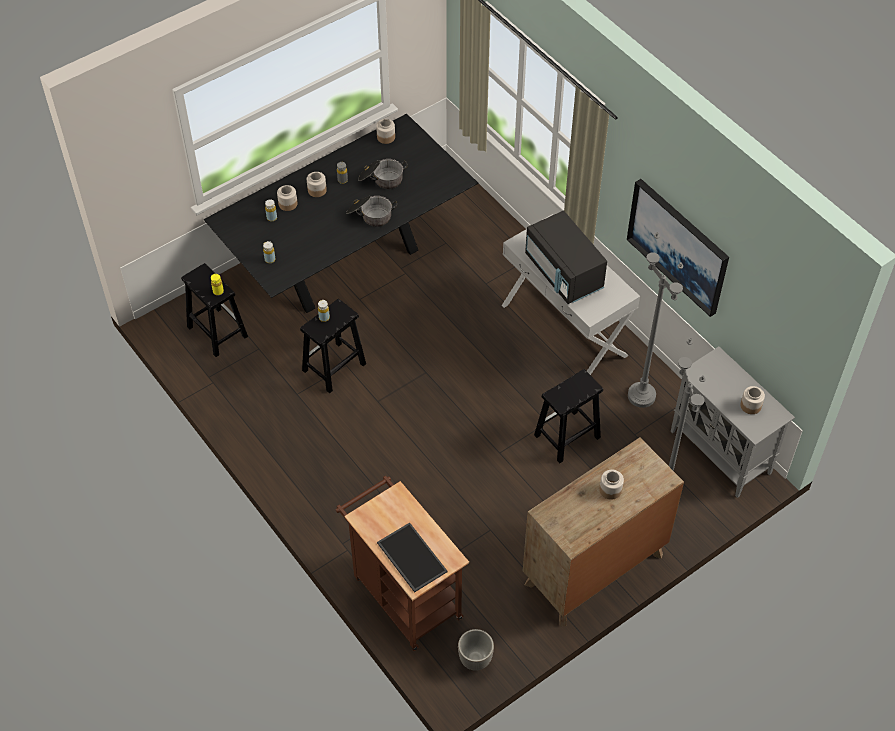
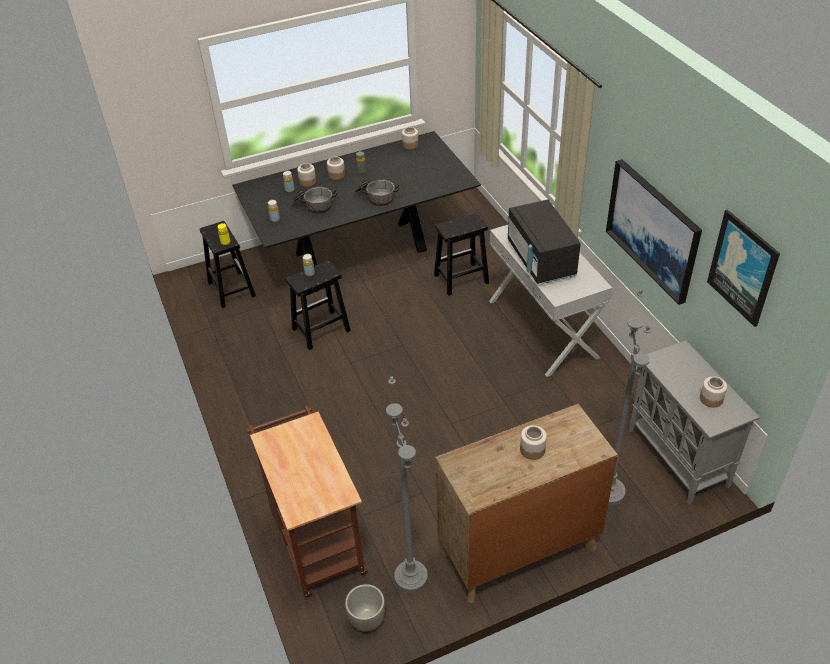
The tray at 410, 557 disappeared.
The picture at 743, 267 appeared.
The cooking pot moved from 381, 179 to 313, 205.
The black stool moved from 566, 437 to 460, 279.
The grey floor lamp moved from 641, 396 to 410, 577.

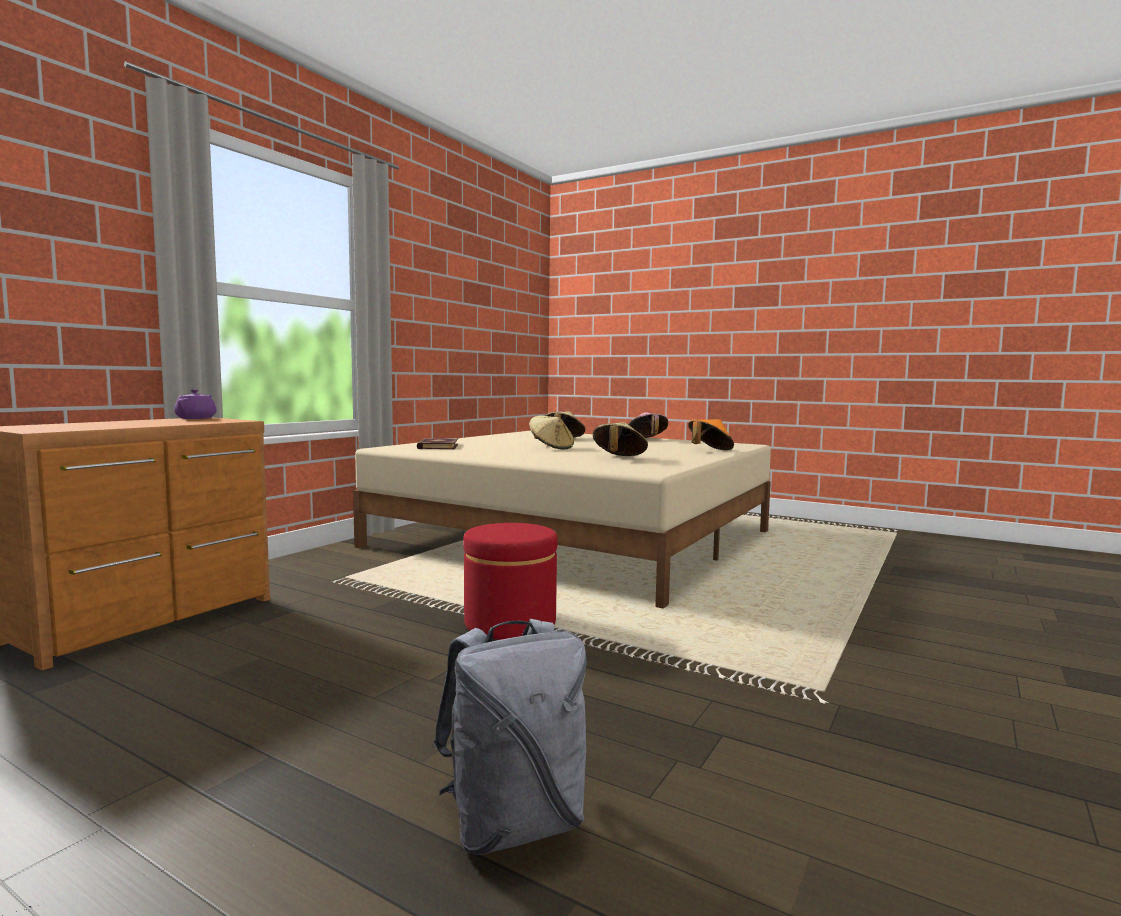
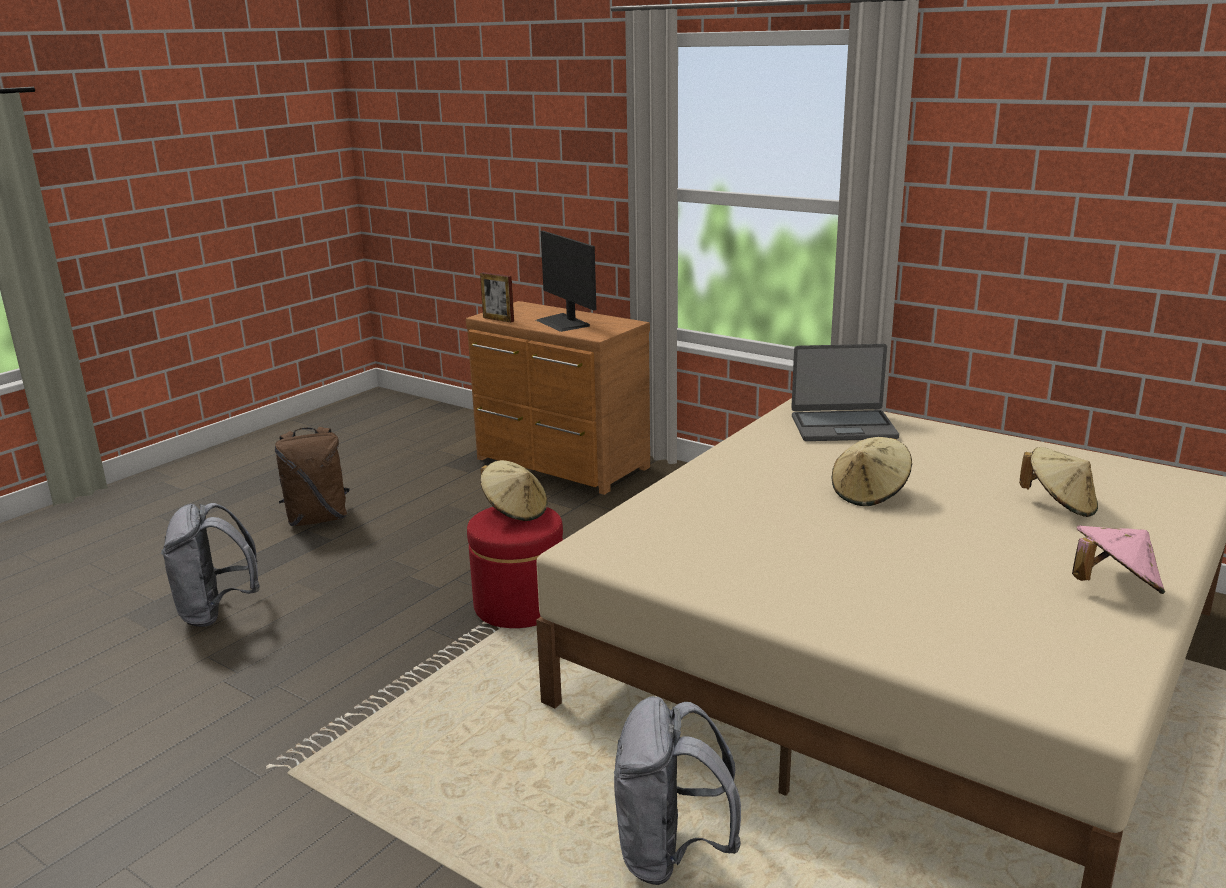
The purple teapot at 196, 418 disappeared.
The orange hat at 709, 451 disappeared.
The brown backpack at 318, 519 appeared.
The picture frame at 498, 319 appeared.
The monitor at 563, 323 appeared.
The grey backpack at 671, 854 appeared.
The beige hat moved from 619, 458 to 515, 511.
The book at 437, 446 was replaced by the laptop at 843, 427.

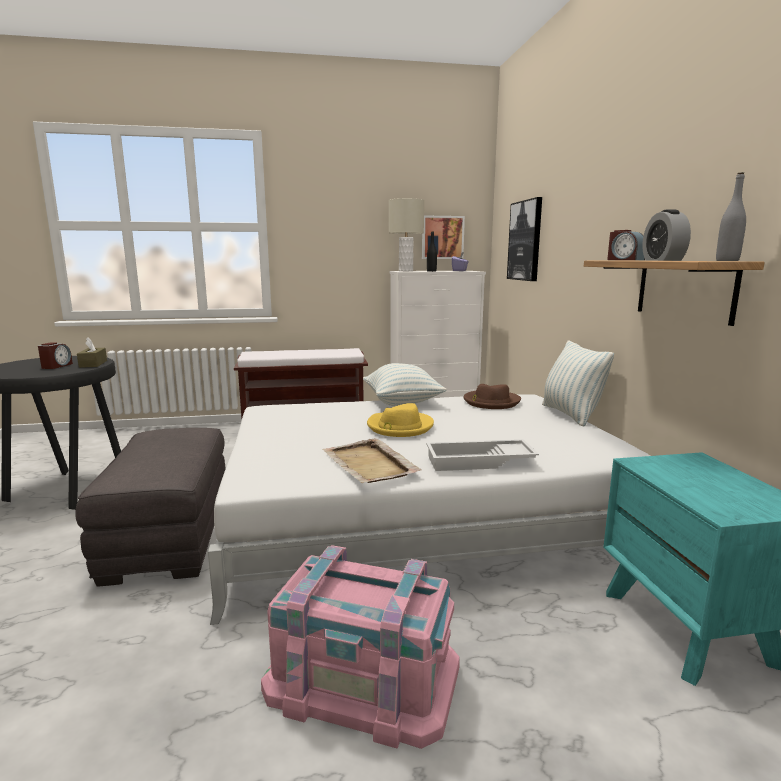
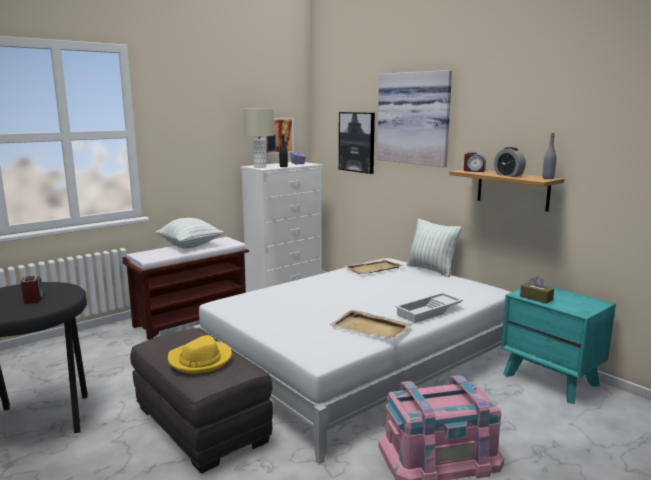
The picture at 415, 118 appeared.
The brown tissue box moved from 93, 364 to 536, 298.
The pillow moved from 402, 403 to 190, 246.
The yellow hat moved from 399, 427 to 200, 360.
The brown hat at 491, 402 was replaced by the beige tray at 372, 269.

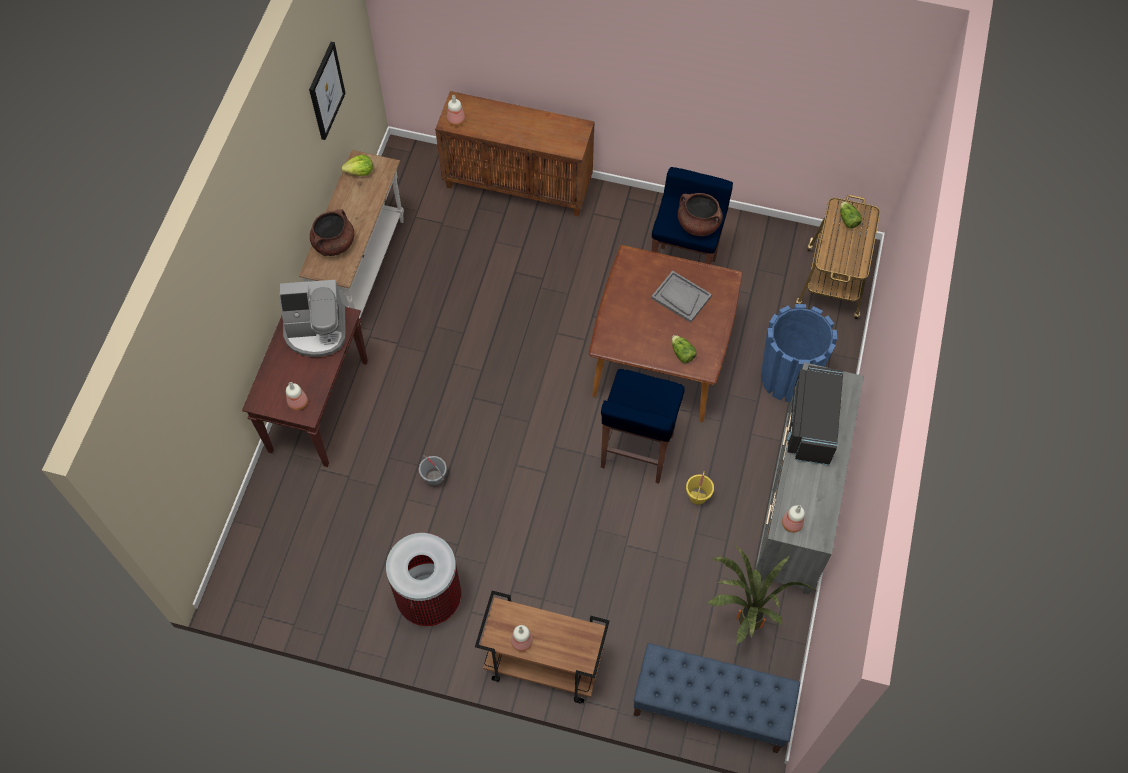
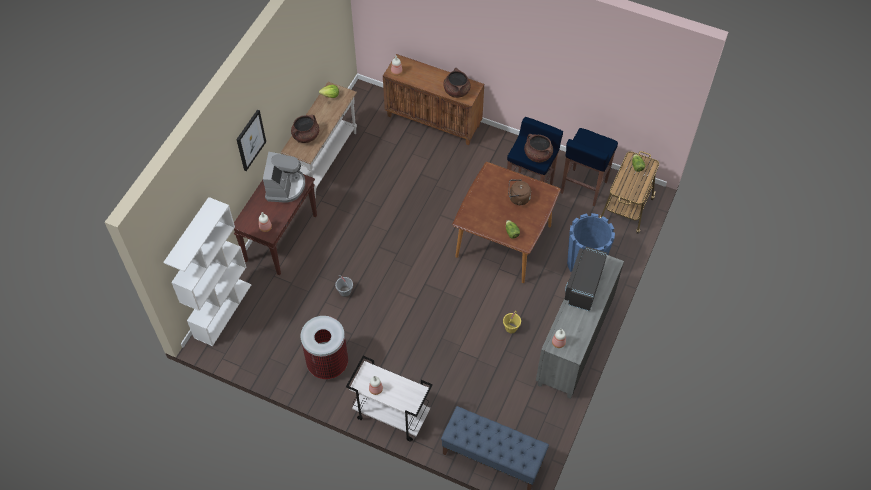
The potted plant at 740, 624 disappeared.
The white bookcase at 222, 310 appeared.
The brown cooking pot at 456, 91 appeared.
The picture moved from 326, 91 to 250, 140.
The blue stool moved from 636, 452 to 583, 188.
The grey tray at 681, 297 was replaced by the brown kettle at 518, 198.
The brown cart at 542, 666 became the white cart at 391, 415.
The coffee machine at 316, 331 turned 90 degrees counterclockwise.

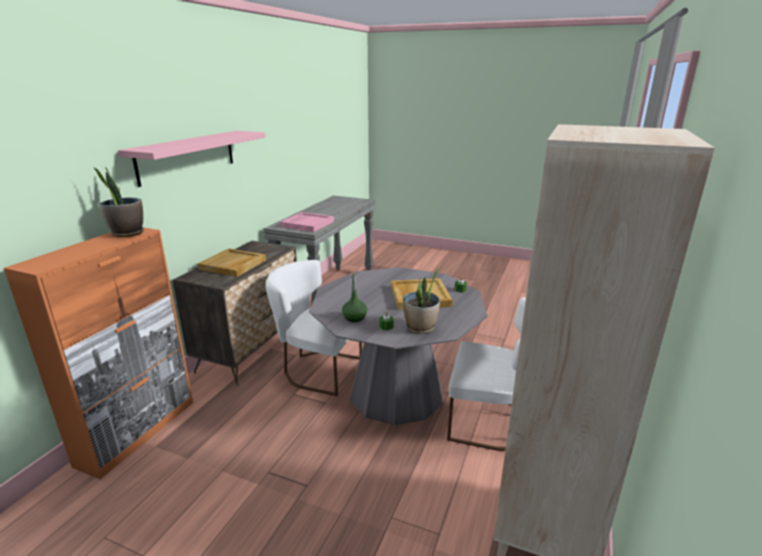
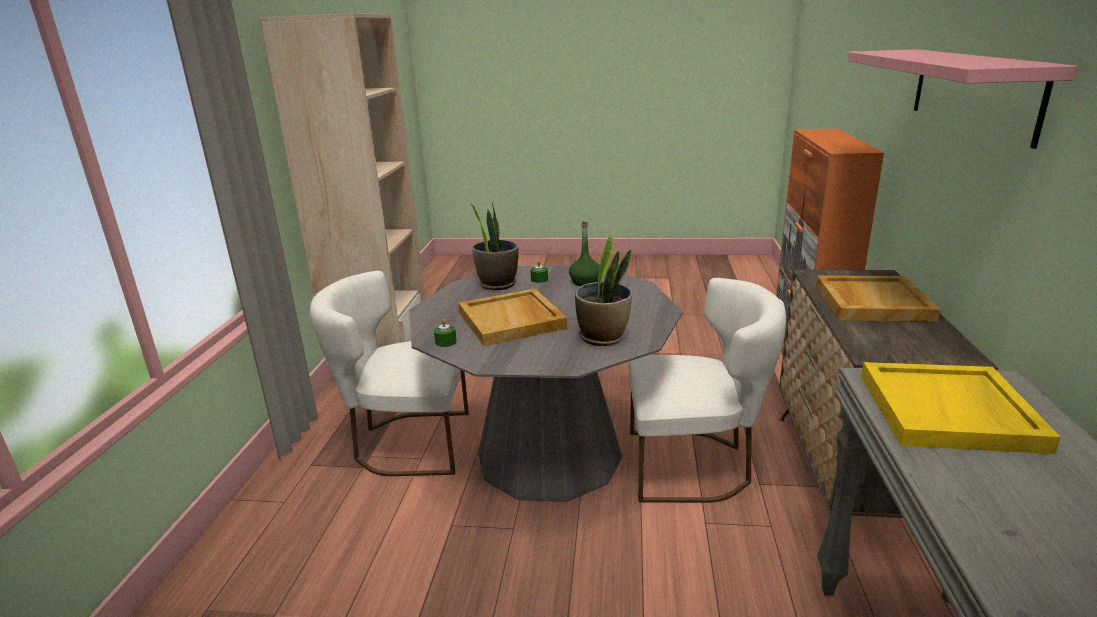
The potted plant moved from 127, 233 to 603, 337.
The pink tray at 307, 224 became the yellow tray at 950, 412.

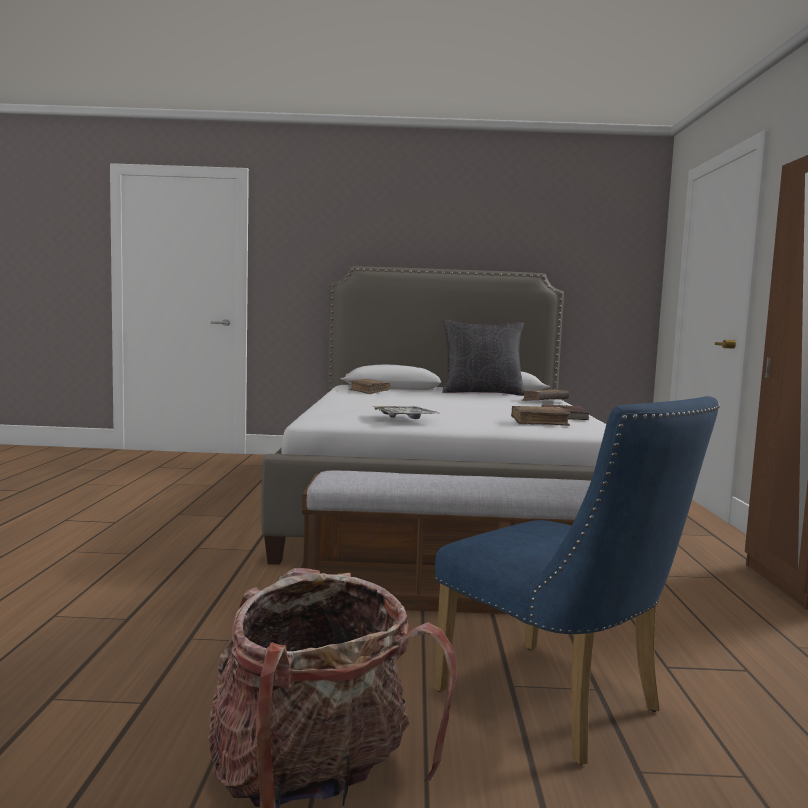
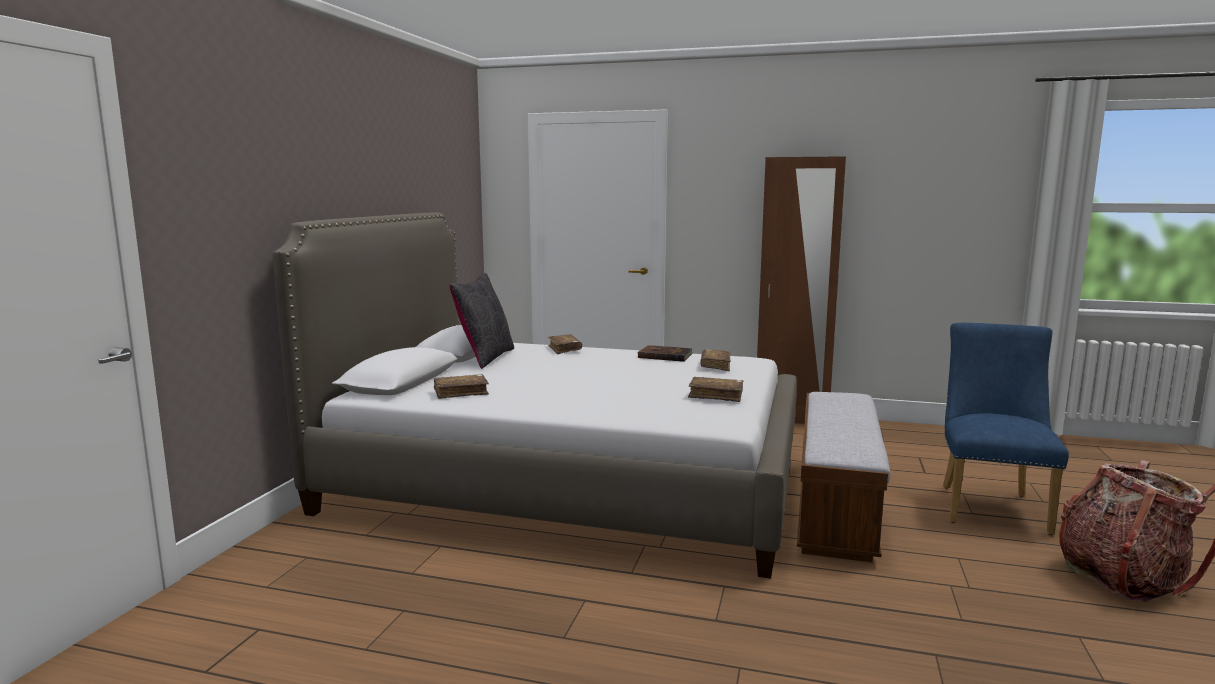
The tray at 404, 418 was replaced by the brown book at 716, 395.
The blue chair at 561, 707 turned 45 degrees counterclockwise.

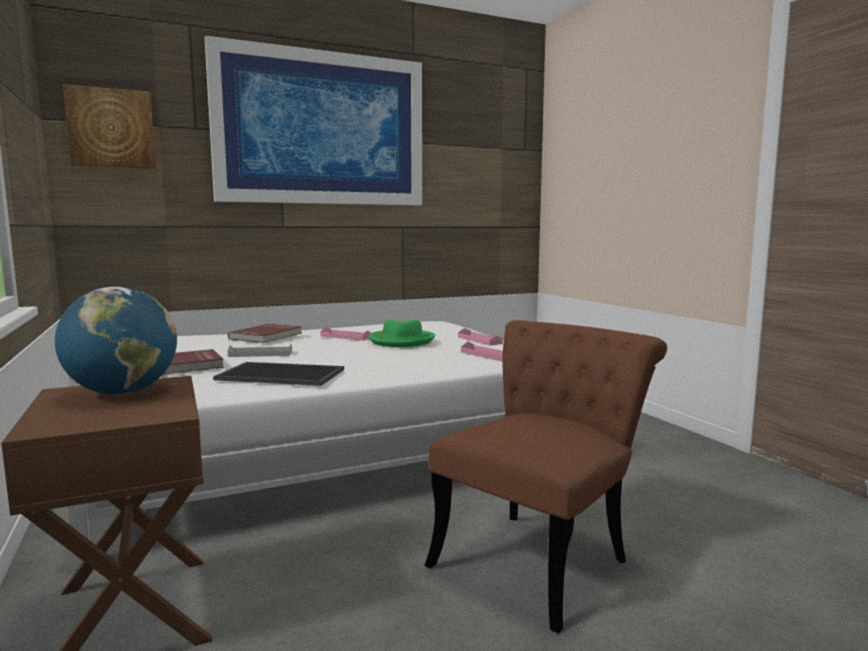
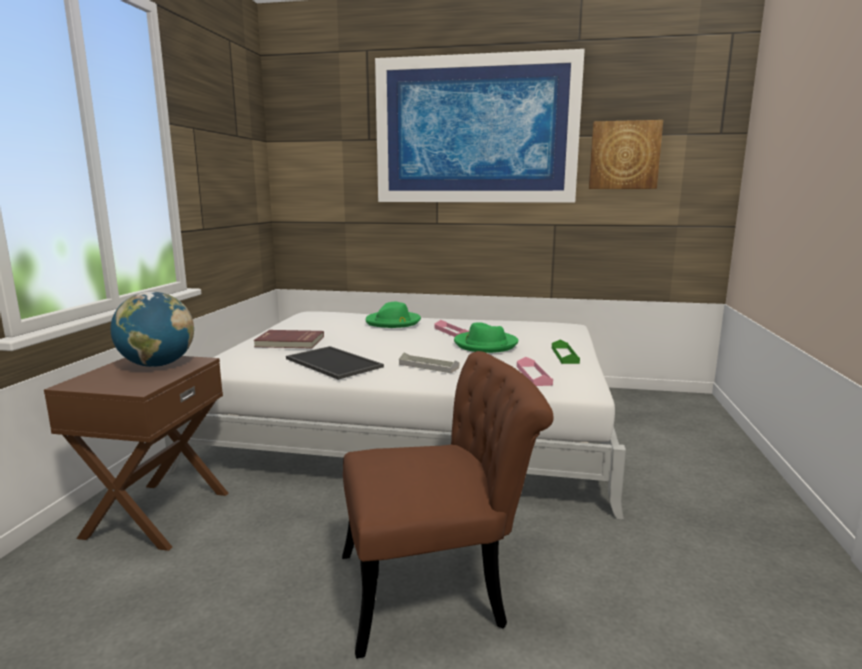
The picture moved from 111, 128 to 624, 155.
The grey tray moved from 260, 354 to 428, 366.
The red book at 267, 336 was replaced by the green hat at 393, 322.
The pink tray at 479, 340 became the green tray at 564, 355.

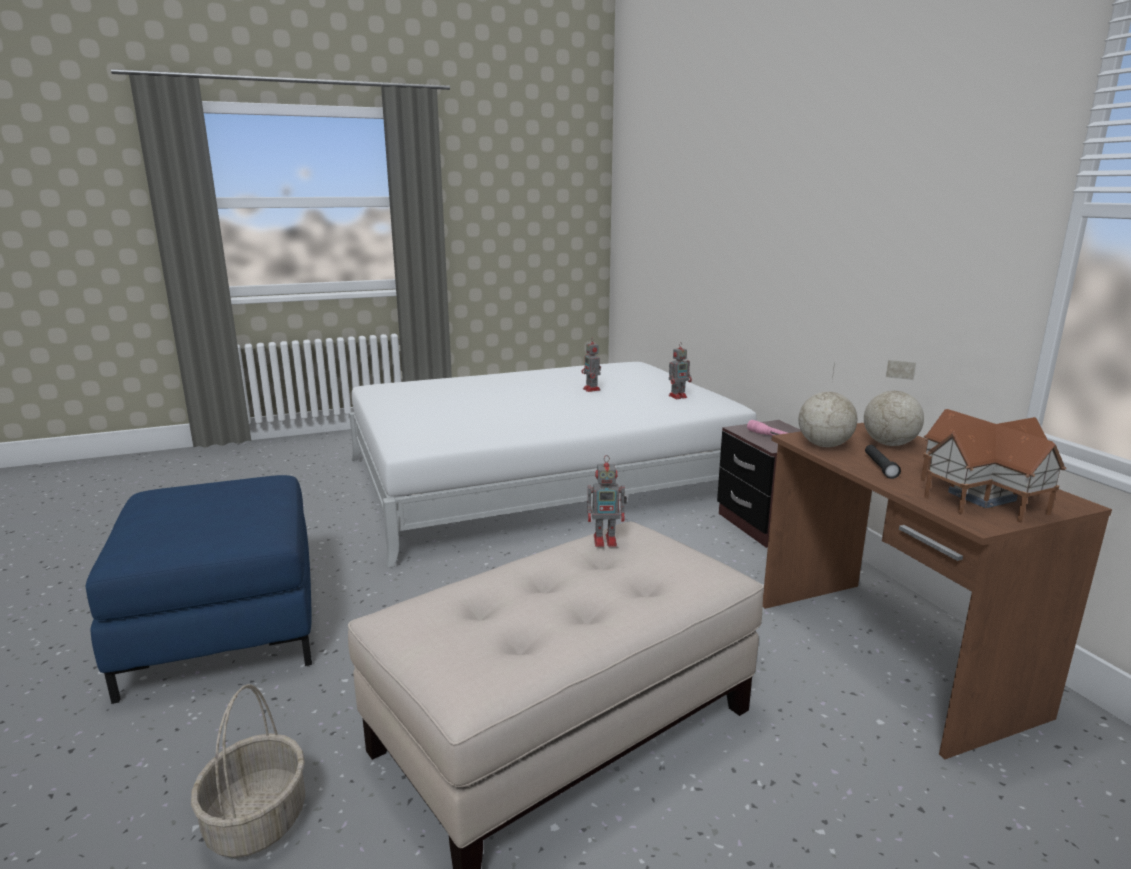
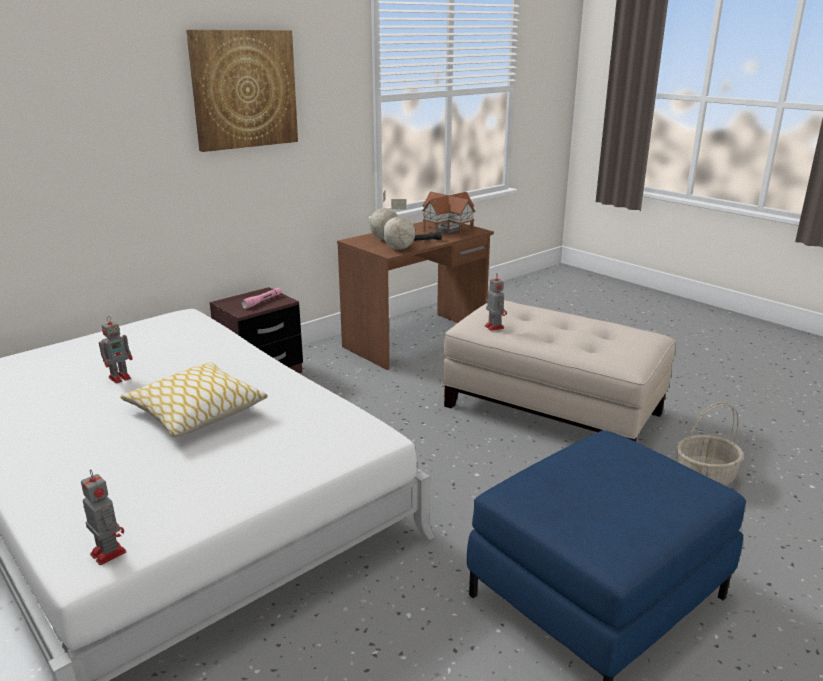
The pillow at 196, 412 appeared.
The picture at 244, 89 appeared.
The toy robot moved from 678, 396 to 107, 552.

